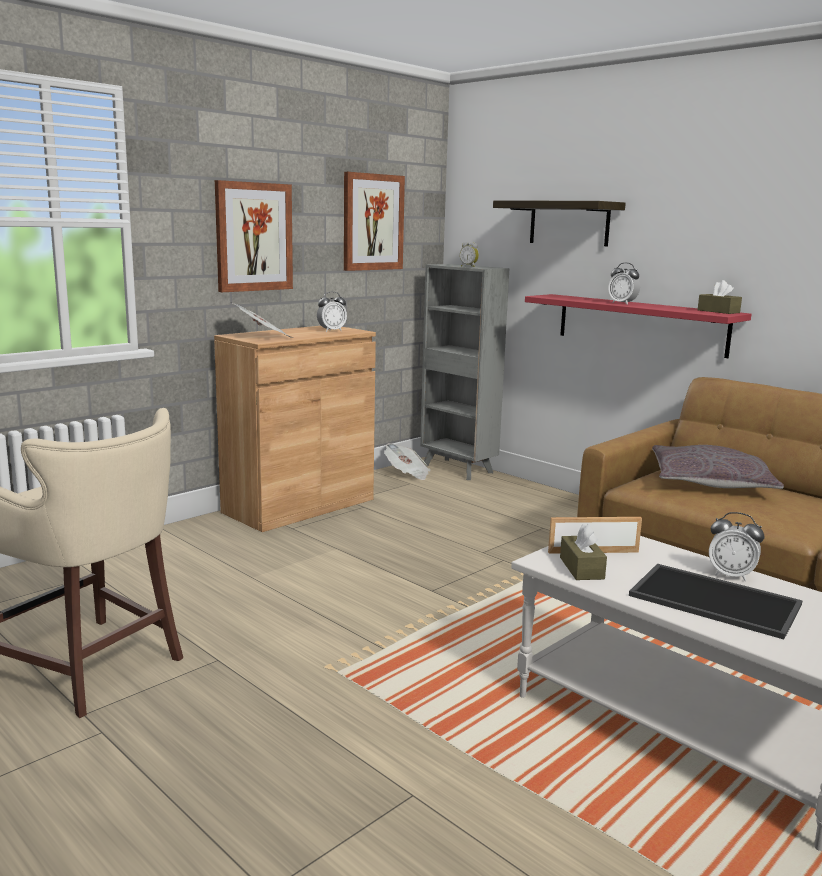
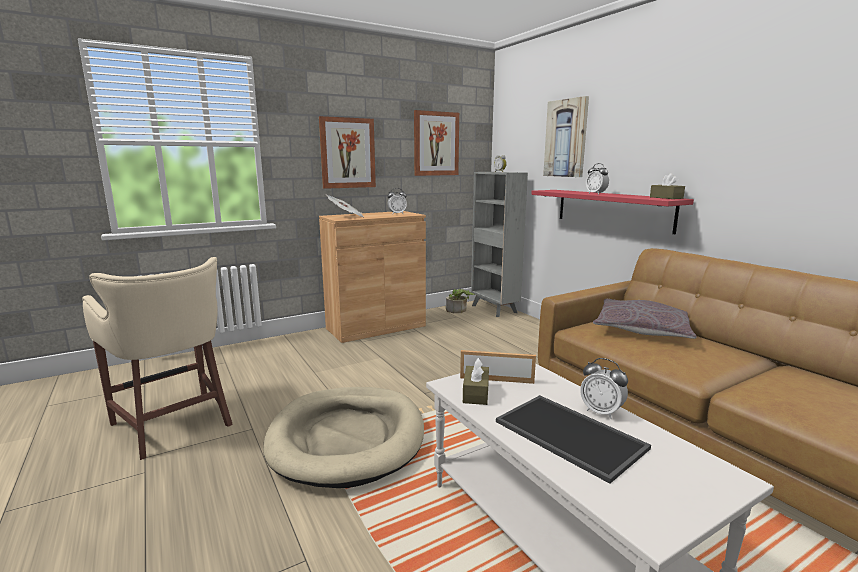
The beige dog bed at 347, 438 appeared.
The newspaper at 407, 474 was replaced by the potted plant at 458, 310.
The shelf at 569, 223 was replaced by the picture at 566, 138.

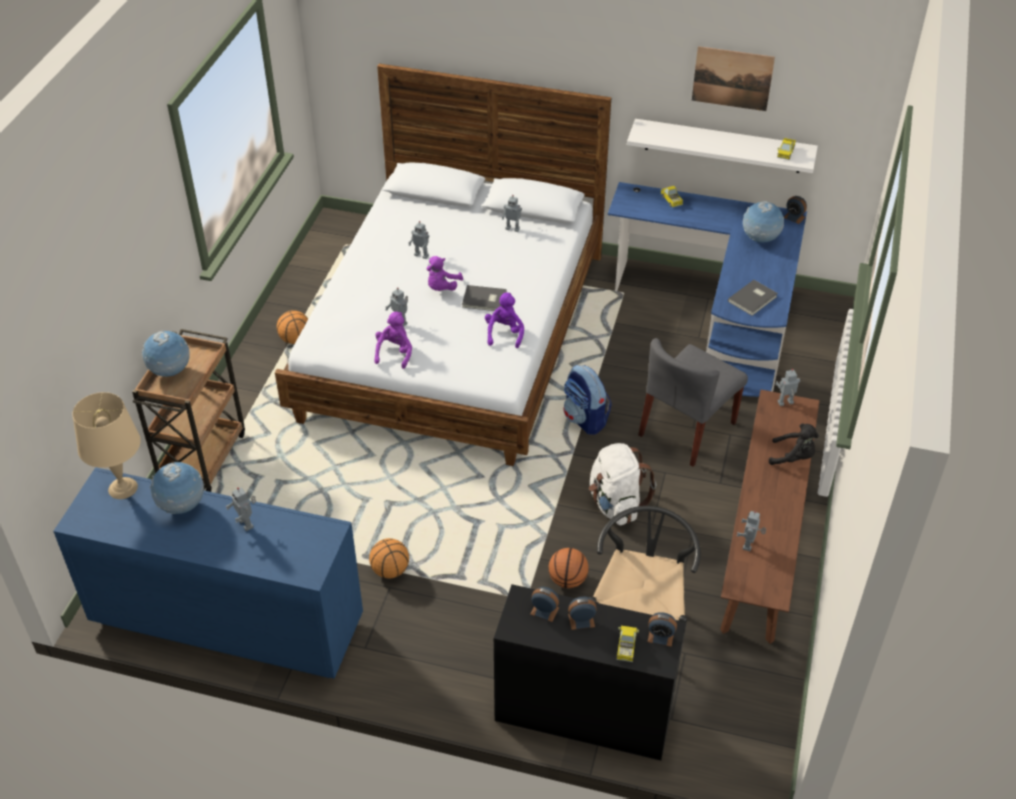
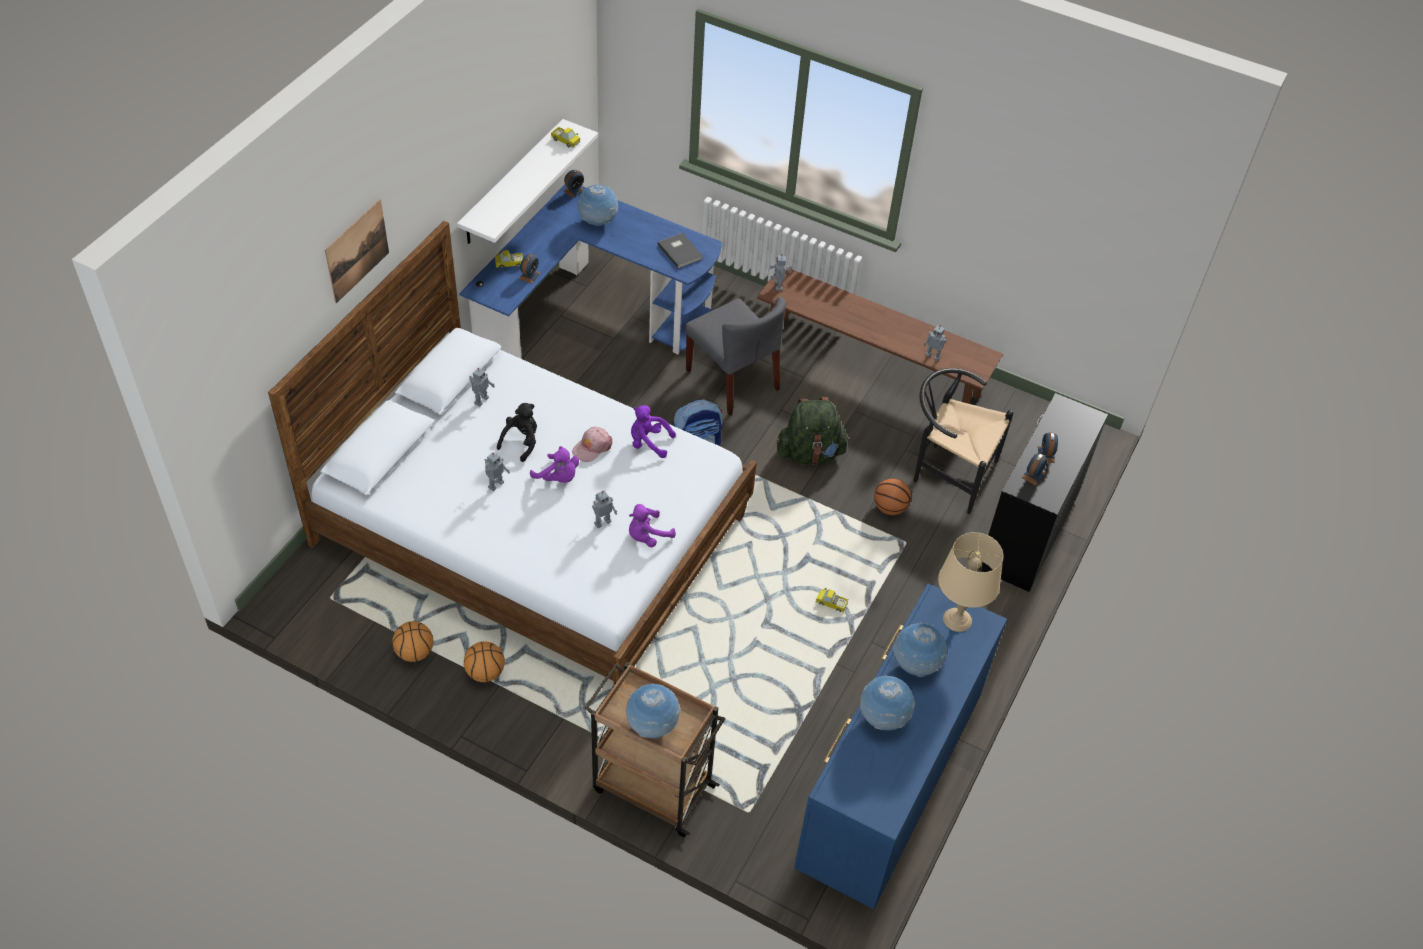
The beige table lamp moved from 123, 487 to 957, 619.
The basketball moved from 390, 571 to 415, 652.
The toy truck moved from 626, 647 to 831, 603.
The alarm clock moved from 660, 636 to 529, 275.
The picture moved from 732, 78 to 357, 251.
The black plush toy moved from 793, 457 to 521, 442.
The toy robot at 247, 523 was replaced by the globe at 915, 665.
The grey book at 484, 300 was replaced by the pink cap at 592, 447.
The white backpack at 616, 504 became the green backpack at 810, 453.
The purple plush toy at 394, 352 turned 60 degrees counterclockwise.

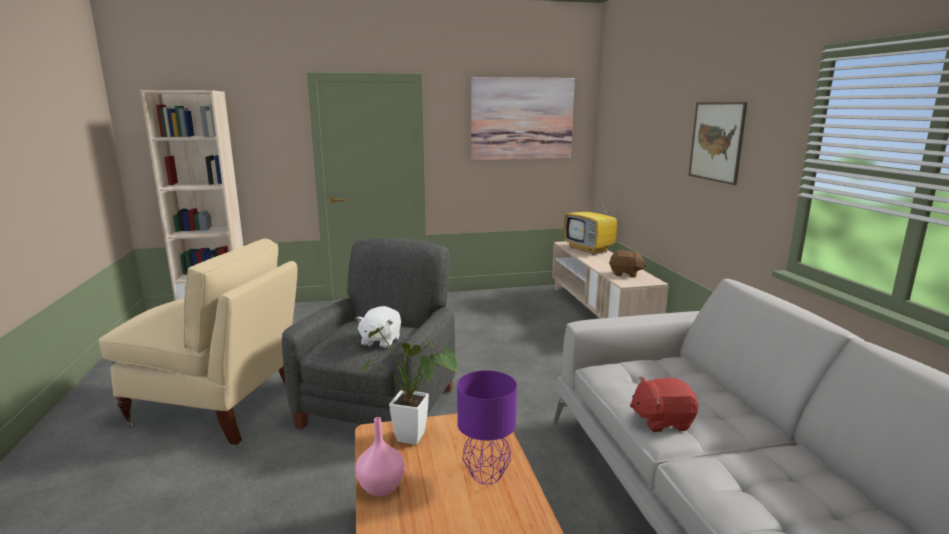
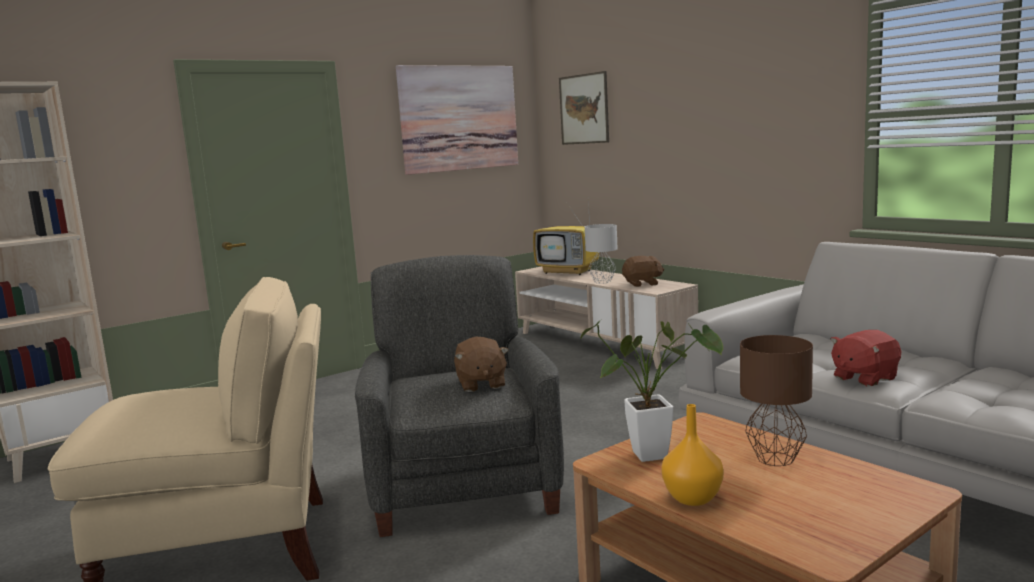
The grey table lamp at 602, 281 appeared.
The picture moved from 716, 141 to 584, 109.
The white plush toy at 380, 341 became the brown plush toy at 481, 384.
The pink vase at 380, 487 became the orange vase at 692, 499.
The purple table lamp at 487, 474 became the brown table lamp at 775, 458.

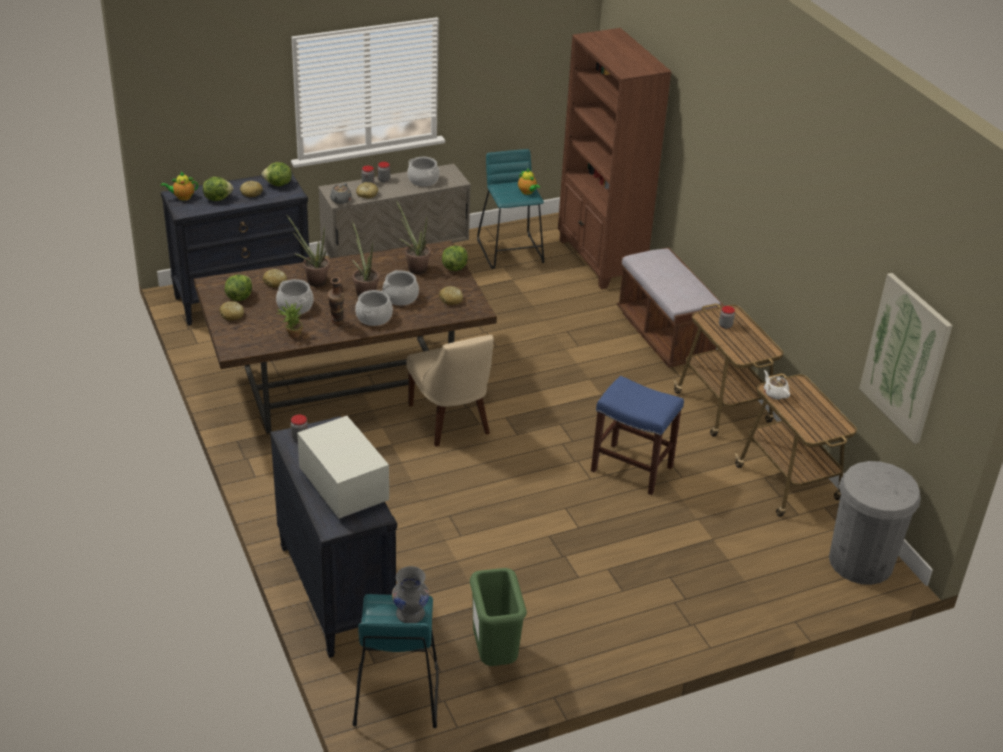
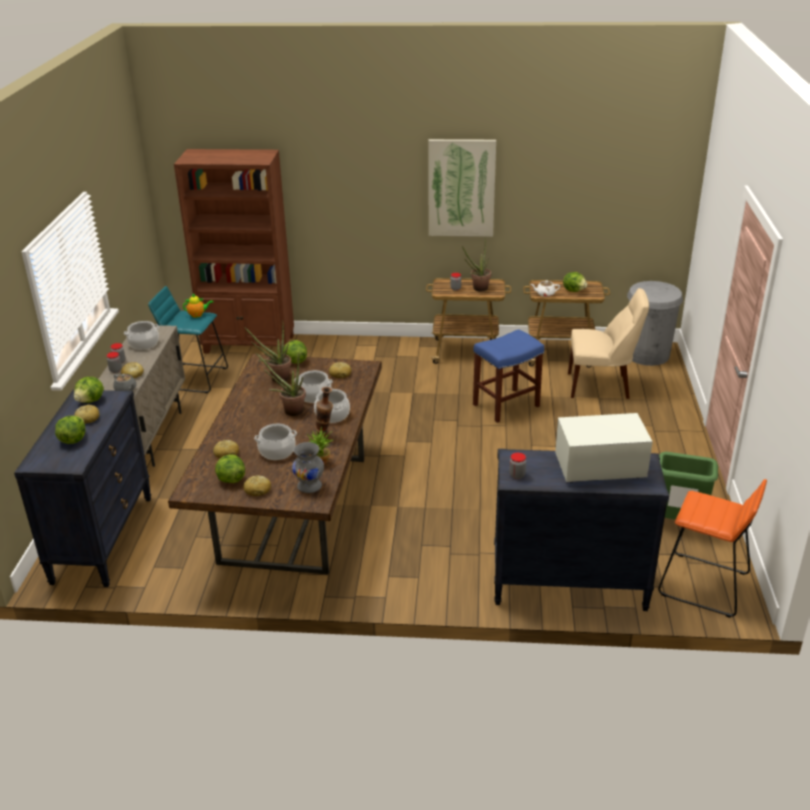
The teapot at 182, 197 disappeared.
The brown bench at 665, 335 disappeared.
The lettuce at 574, 290 appeared.
The potted plant moved from 313, 280 to 477, 289.
The grey vase moved from 411, 614 to 310, 486.
The beige chair moved from 450, 421 to 601, 386.
The picture moved from 905, 358 to 461, 188.
The turquoise stool at 395, 695 became the orange stool at 703, 585.

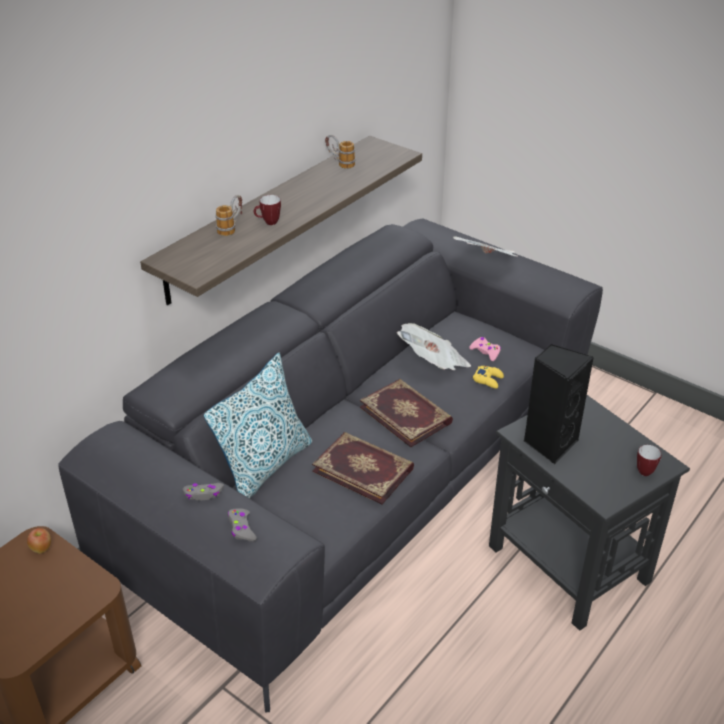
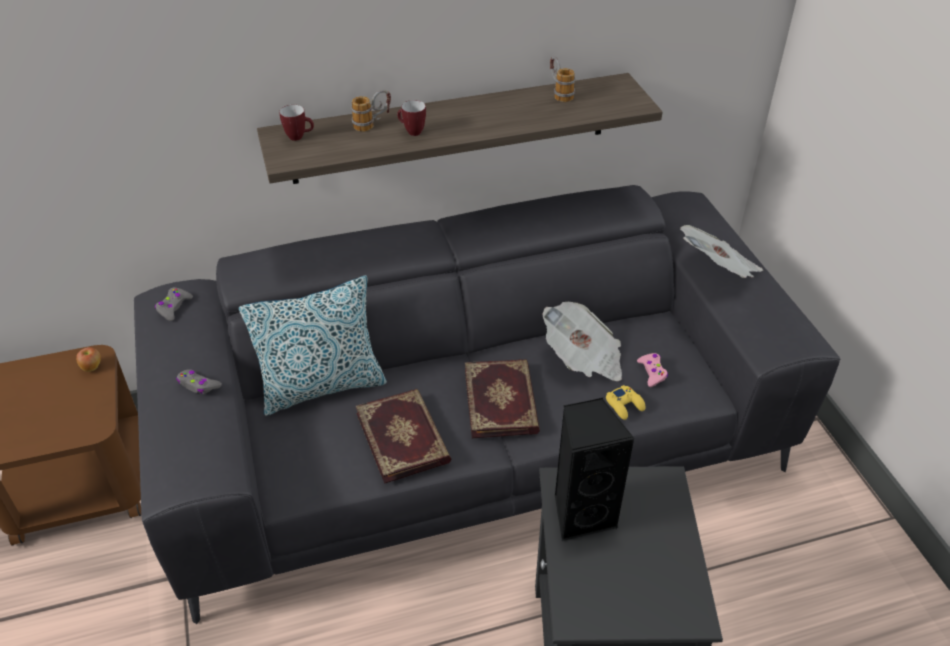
The grey game controller moved from 241, 528 to 174, 307.
The mug moved from 646, 470 to 299, 137.

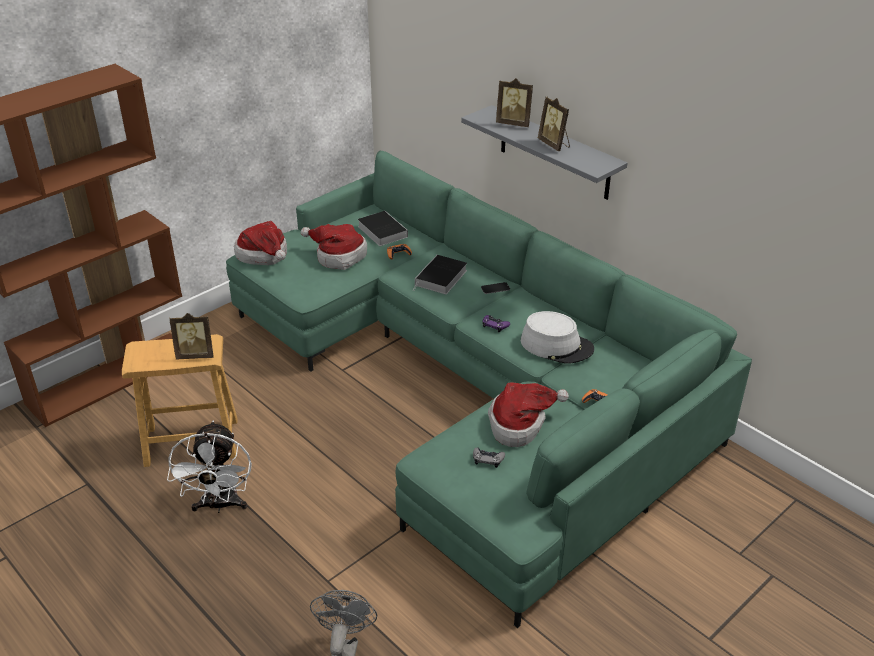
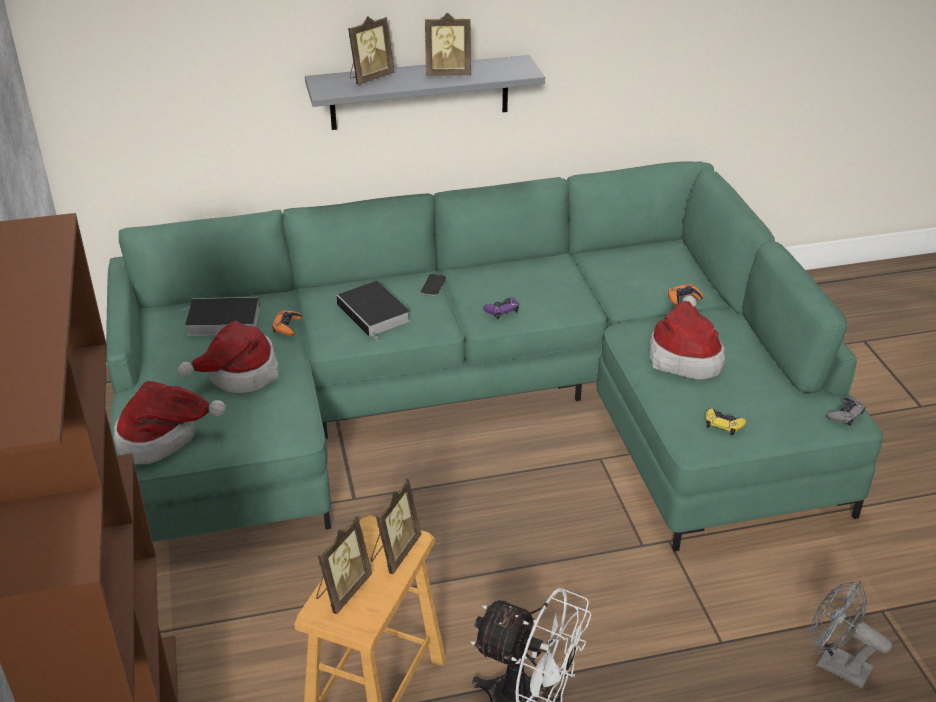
The grey hat at 557, 345 disappeared.
The picture frame at 342, 590 appeared.
The yellow game controller at 723, 424 appeared.
The grey game controller moved from 488, 459 to 845, 414.

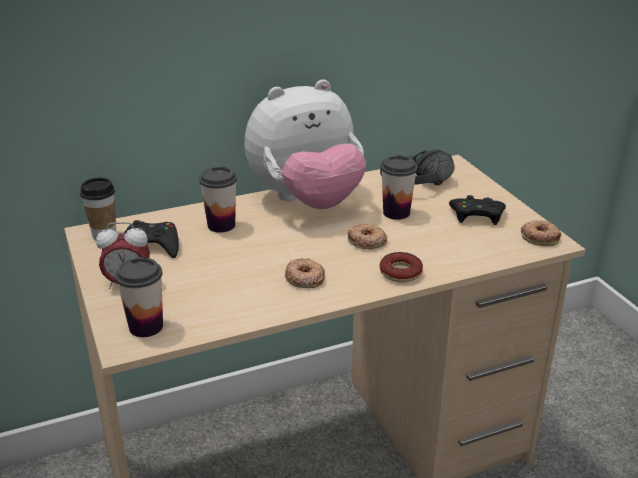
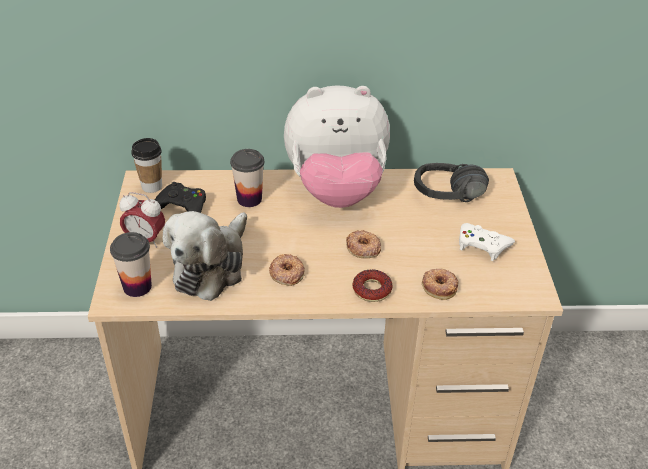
The cup at 396, 213 disappeared.
The plush toy at 211, 266 appeared.
The donut moved from 540, 237 to 439, 286.
The black game controller at 477, 215 became the white game controller at 482, 245.

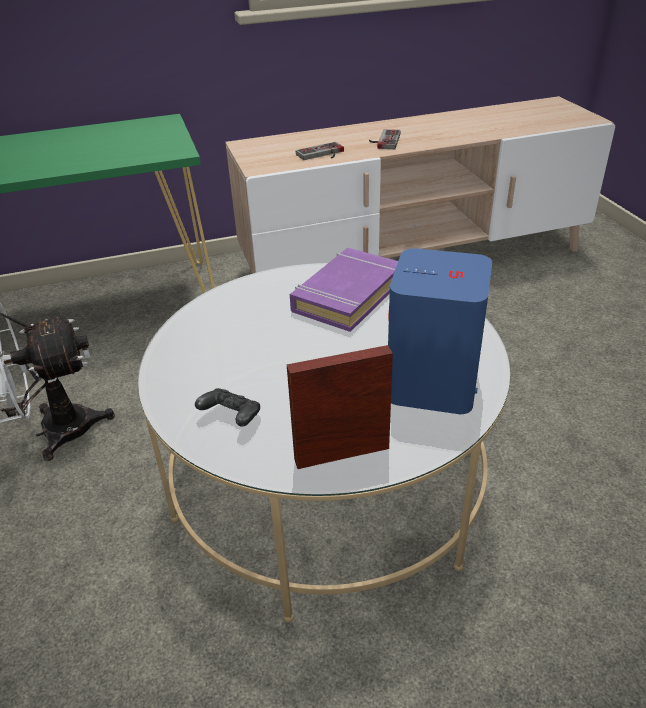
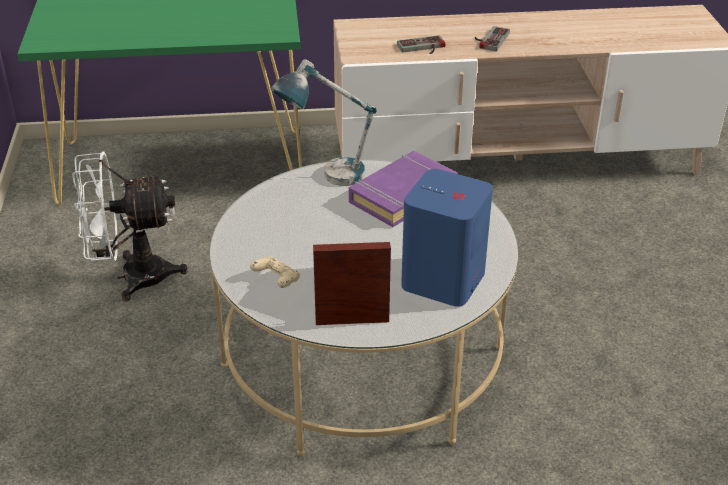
The table lamp at 326, 176 appeared.
The black game controller at 231, 417 became the beige game controller at 276, 280.

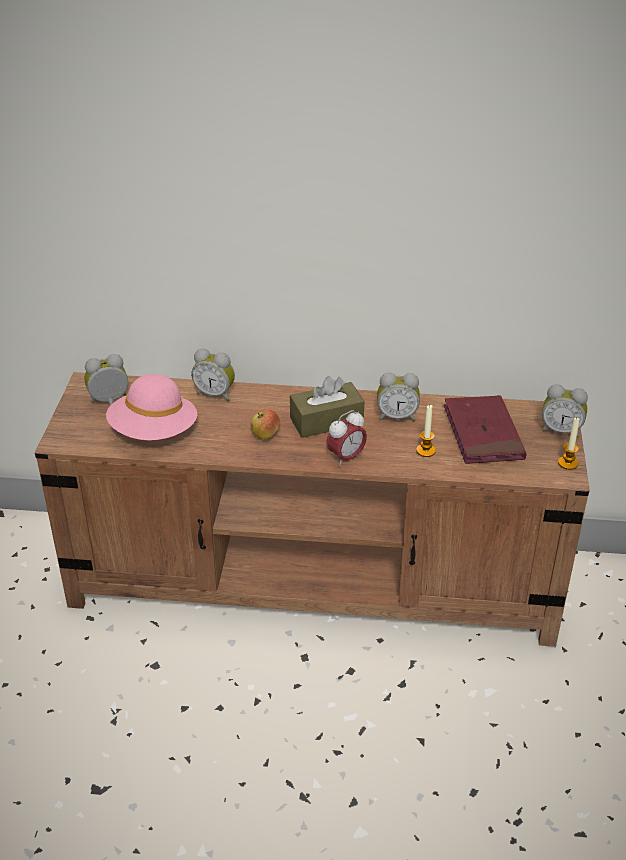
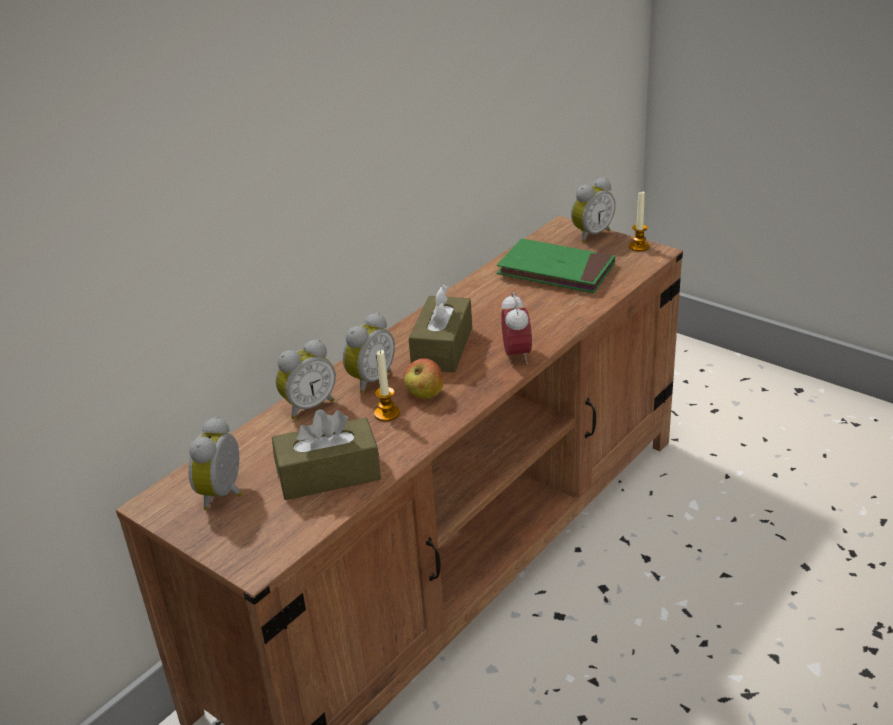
The alarm clock moved from 397, 416 to 369, 380.
The candle moved from 425, 451 to 387, 413.
The pink hat at 154, 432 was replaced by the brown tissue box at 328, 474.
The red book at 483, 433 became the green book at 556, 271.

